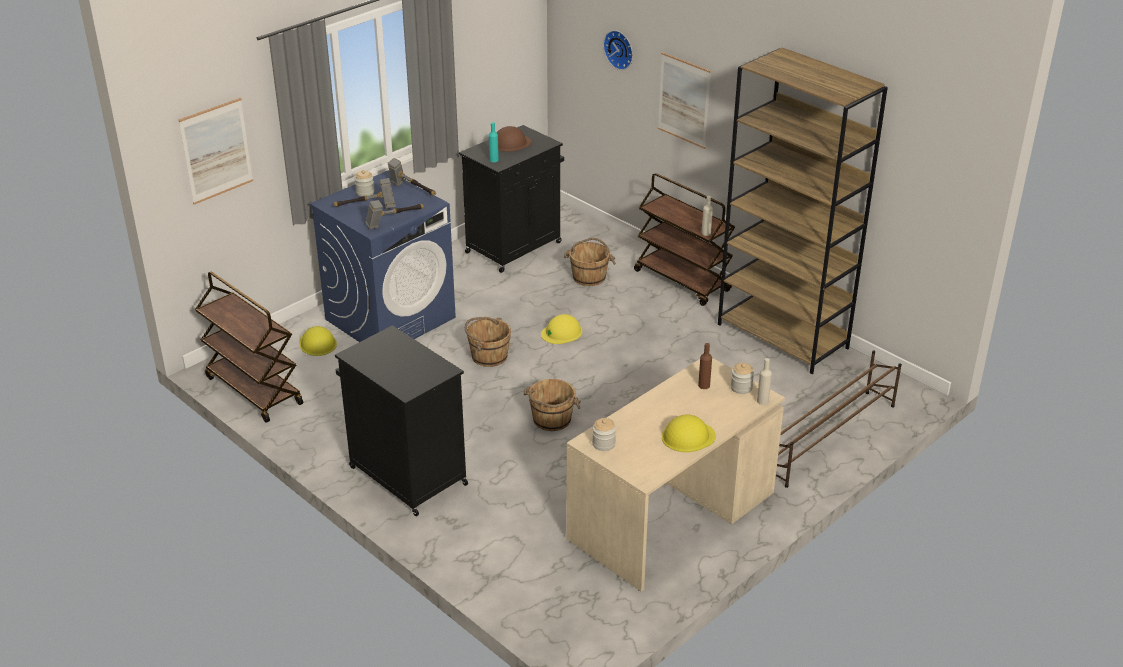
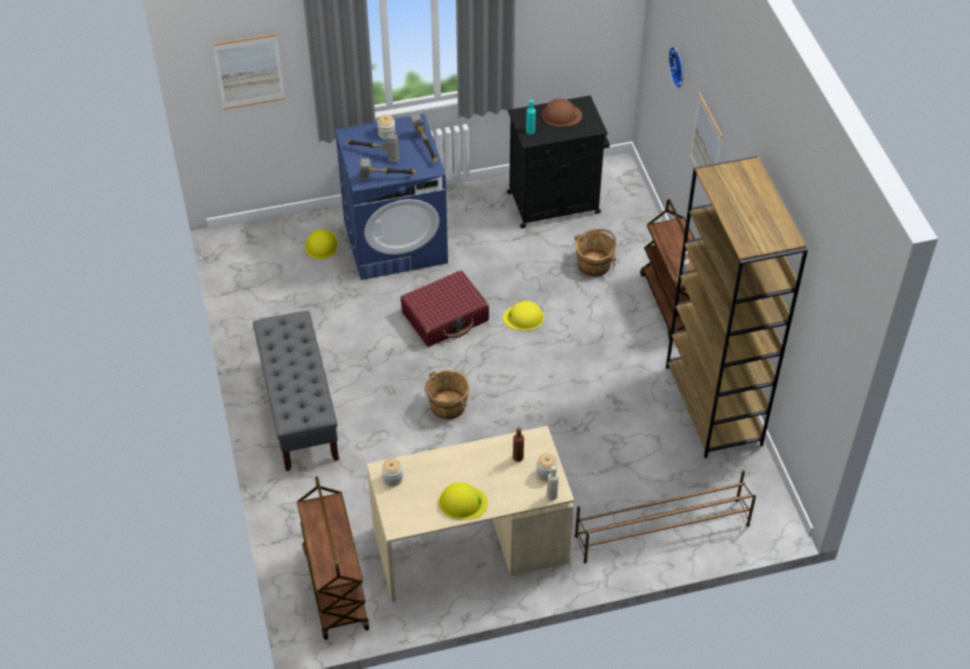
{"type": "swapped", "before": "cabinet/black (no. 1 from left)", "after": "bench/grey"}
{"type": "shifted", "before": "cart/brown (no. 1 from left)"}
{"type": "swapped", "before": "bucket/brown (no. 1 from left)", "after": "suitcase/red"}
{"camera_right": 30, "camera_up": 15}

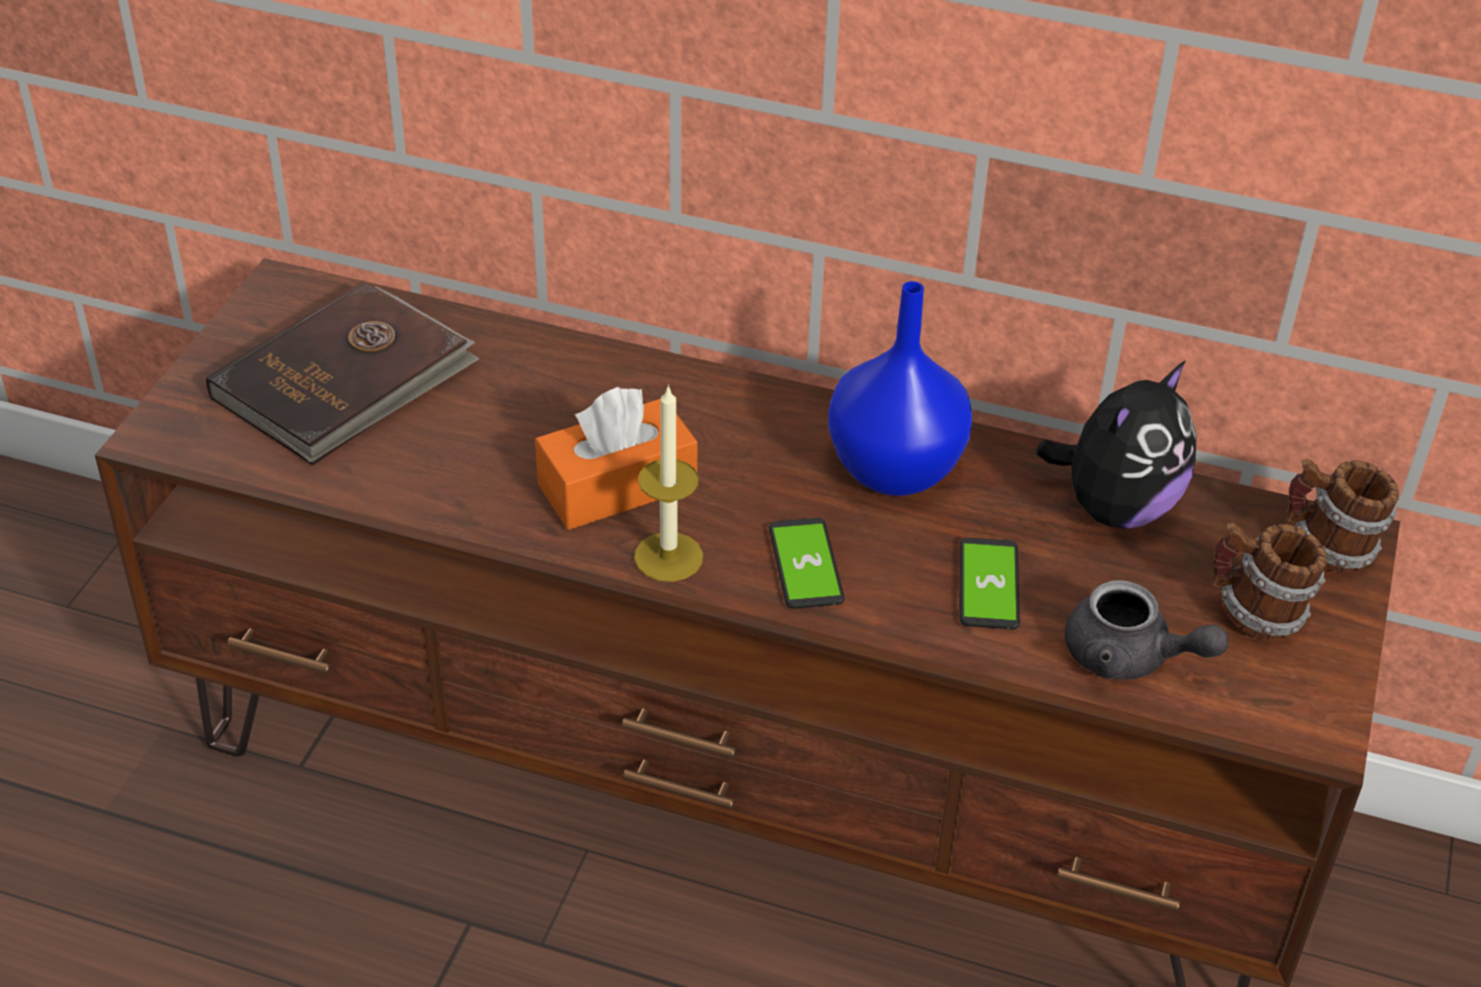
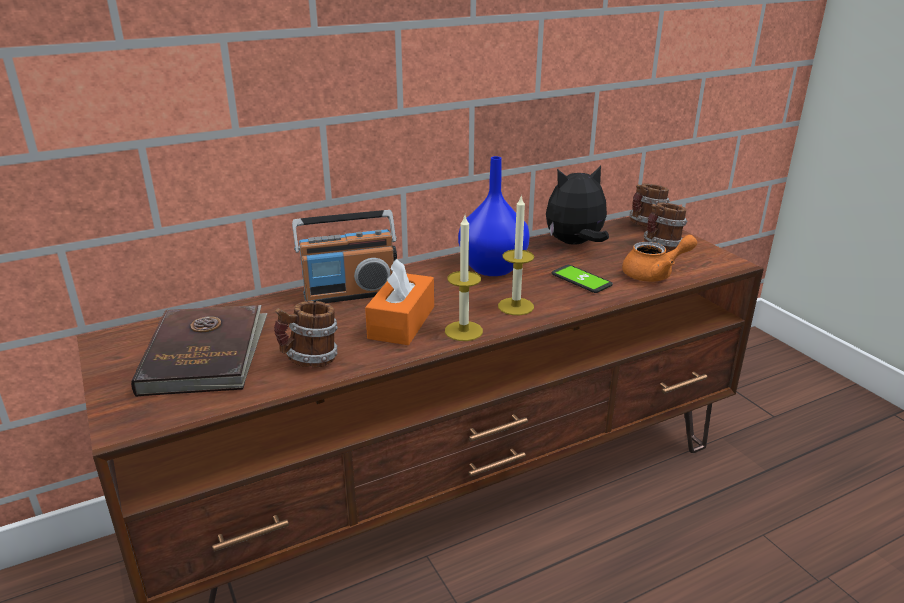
{"type": "new", "after": "mug (no. 1 from left)"}
{"type": "new", "after": "radio"}
{"type": "swapped", "before": "phone (no. 1 from left)", "after": "candle (no. 2 from left)"}
{"type": "rotated", "before": "plush toy", "turn": -105}
{"type": "repainted", "before": "teapot/grey", "after": "teapot/orange"}
{"camera_right": -45, "camera_up": -15}

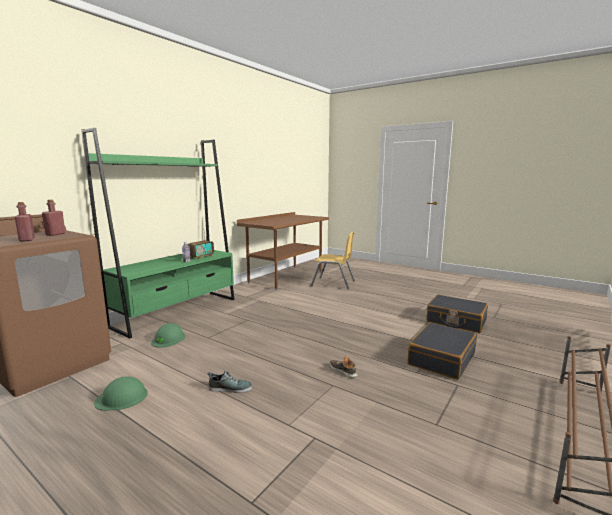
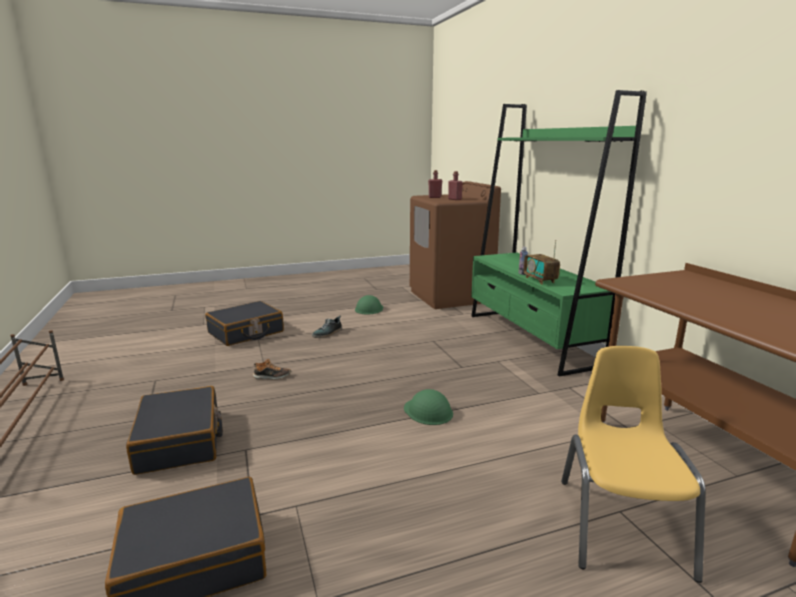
{"type": "new", "after": "suitcase/black (no. 3 from left)"}
{"type": "shifted", "before": "hard hat/green (no. 2 from left)"}
{"type": "rotated", "before": "chair/yellow", "turn": 135}
{"camera_right": 125, "camera_up": 5}

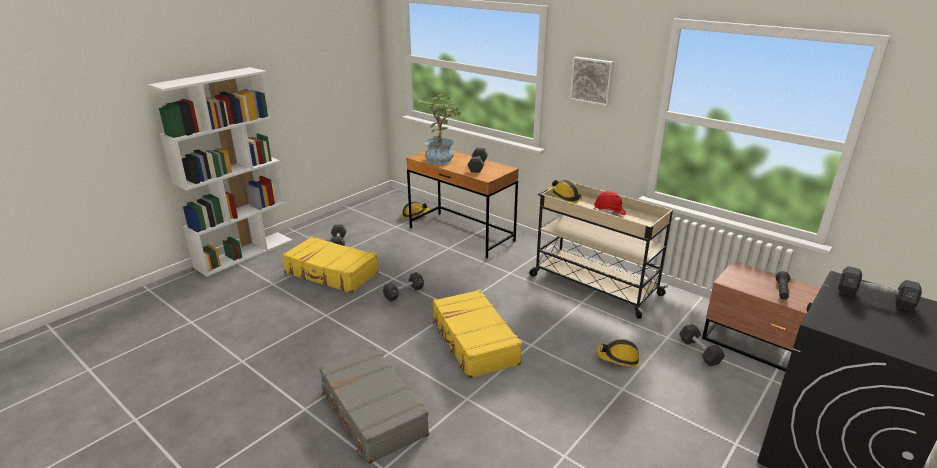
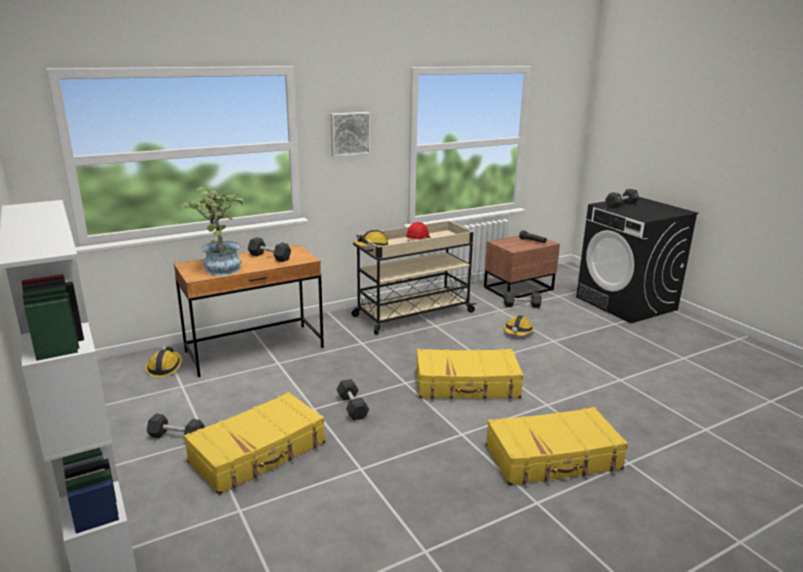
{"type": "repainted", "before": "suitcase/grey", "after": "suitcase/yellow (no. 3 from left)"}
{"camera_right": -70, "camera_up": -5}

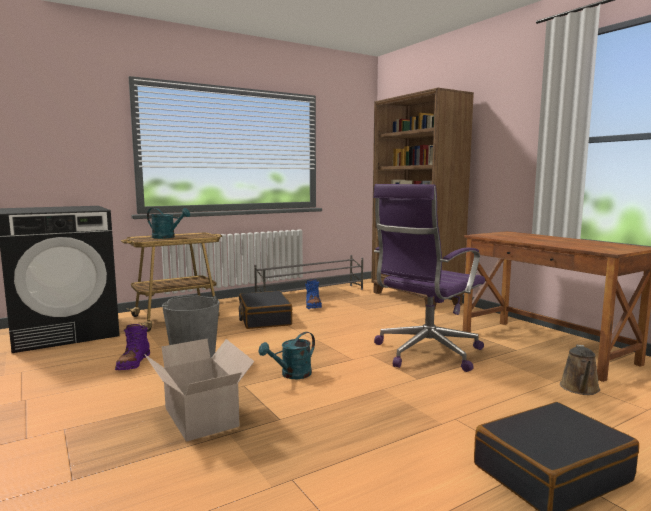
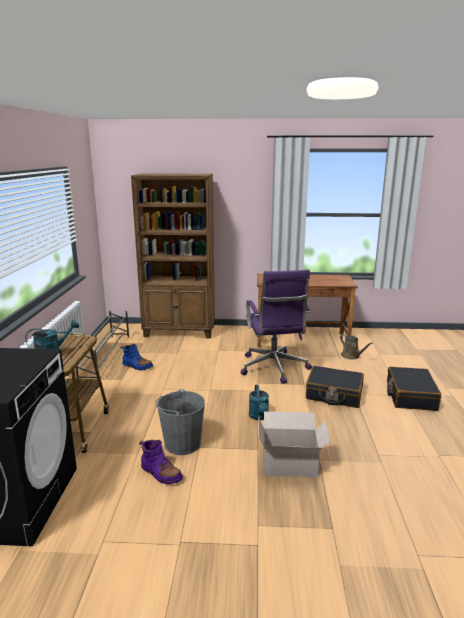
{"type": "shifted", "before": "suitcase/black (no. 1 from left)"}
{"camera_right": -55, "camera_up": 10}

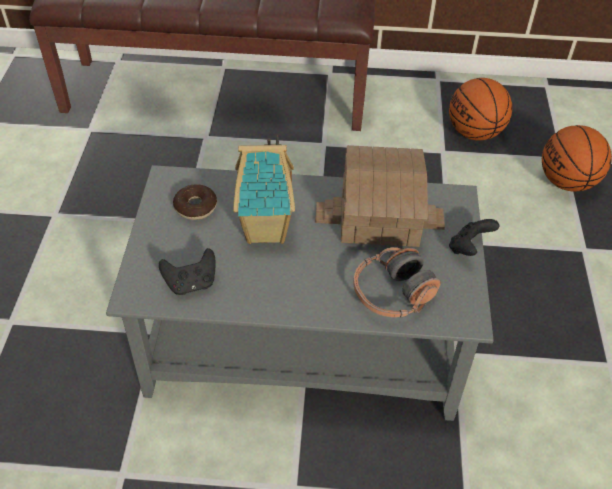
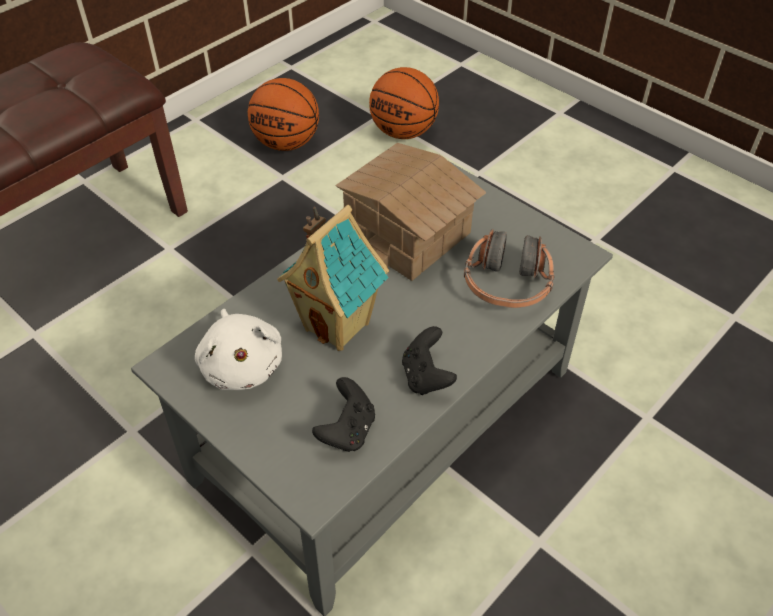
{"type": "swapped", "before": "donut", "after": "plush toy/white"}
{"type": "shifted", "before": "game controller/black (no. 2 from left)"}
{"camera_right": -50, "camera_up": 0}

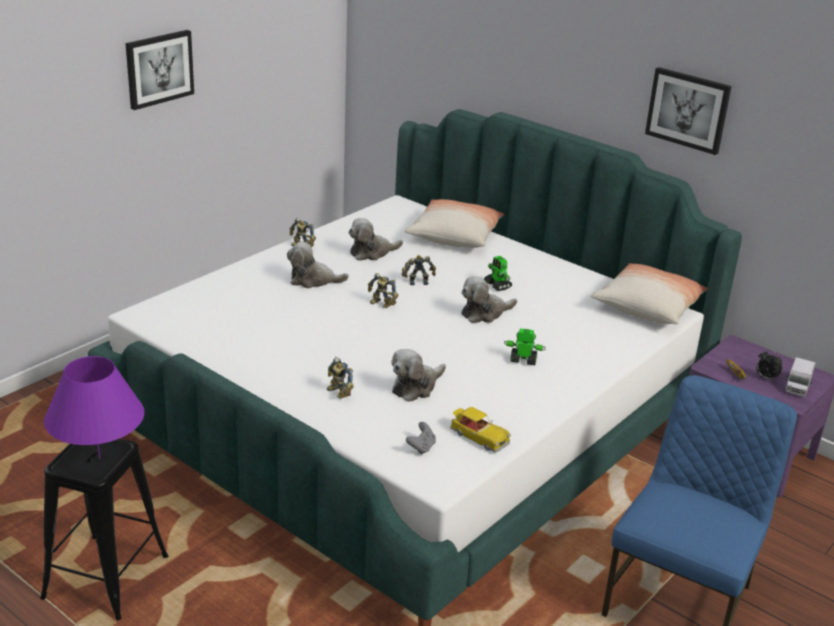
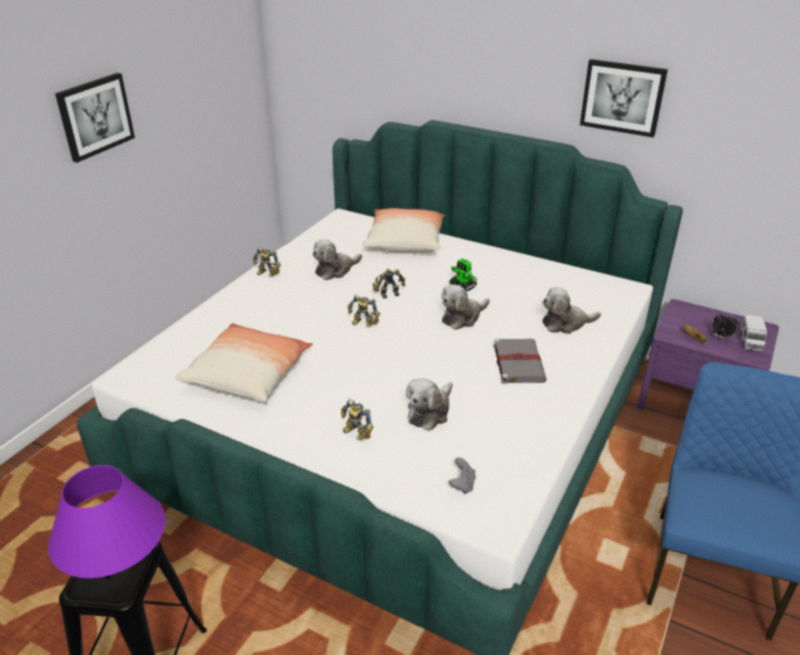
{"type": "shifted", "before": "pillow (no. 2 from left in the first image)", "after": "pillow (no. 1 from left)"}
{"type": "swapped", "before": "toy robot (no. 6 from left)", "after": "book/grey"}
{"type": "shifted", "before": "plush toy (no. 1 from left in the first image)", "after": "plush toy (no. 4 from left)"}
{"type": "gone", "before": "toy car"}
{"camera_right": -10, "camera_up": 5}

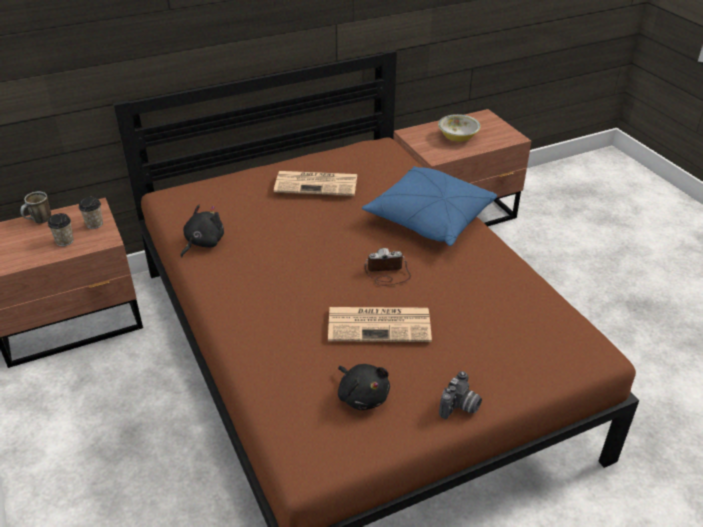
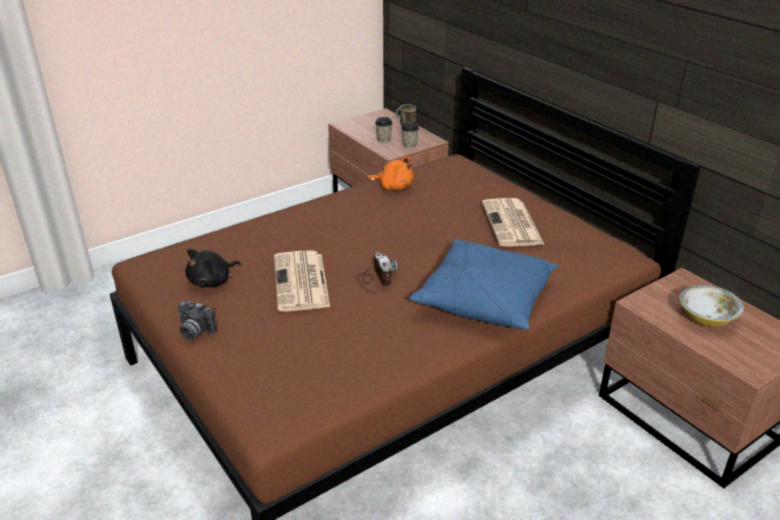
{"type": "repainted", "before": "plush toy/black (no. 1 from left)", "after": "plush toy/orange"}
{"camera_right": 80, "camera_up": -5}

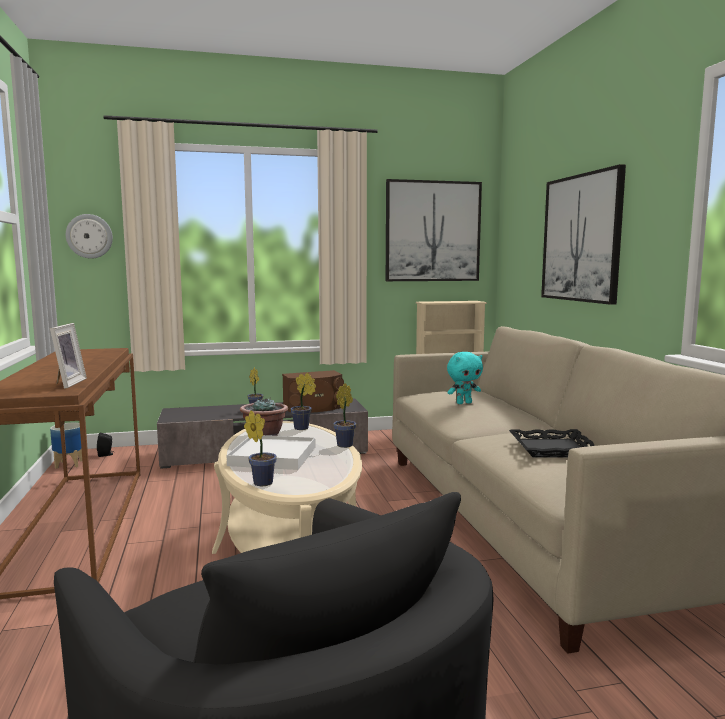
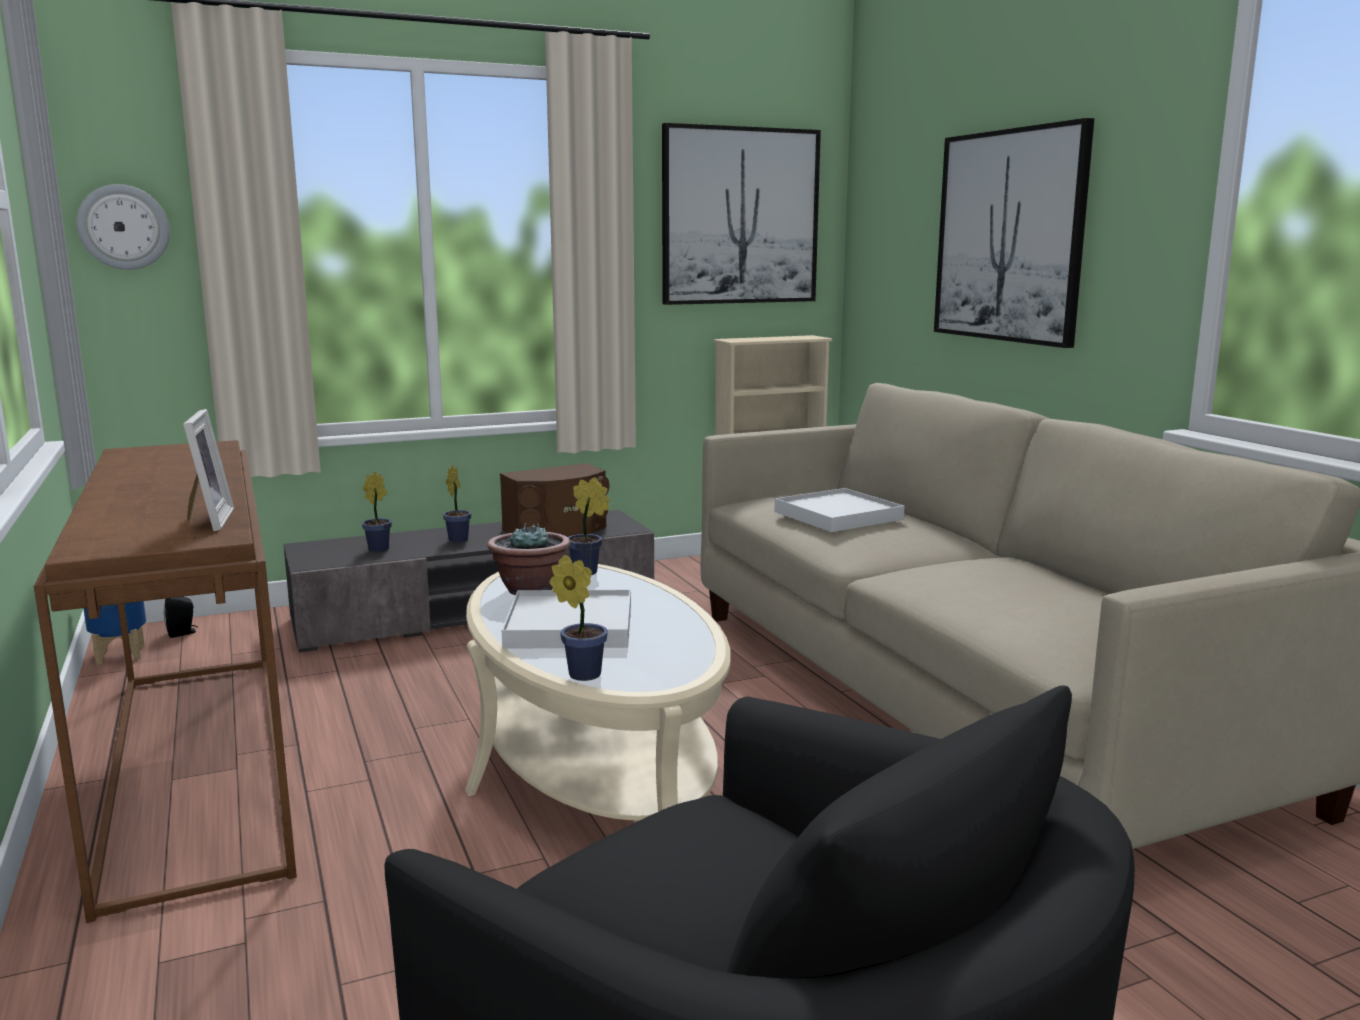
{"type": "shifted", "before": "potted plant (no. 5 from left in the first image)", "after": "potted plant (no. 1 from left)"}
{"type": "swapped", "before": "plush toy/turquoise", "after": "tray/white (no. 2 from left)"}
{"type": "gone", "before": "tray/black"}
{"camera_right": -10, "camera_up": 5}

